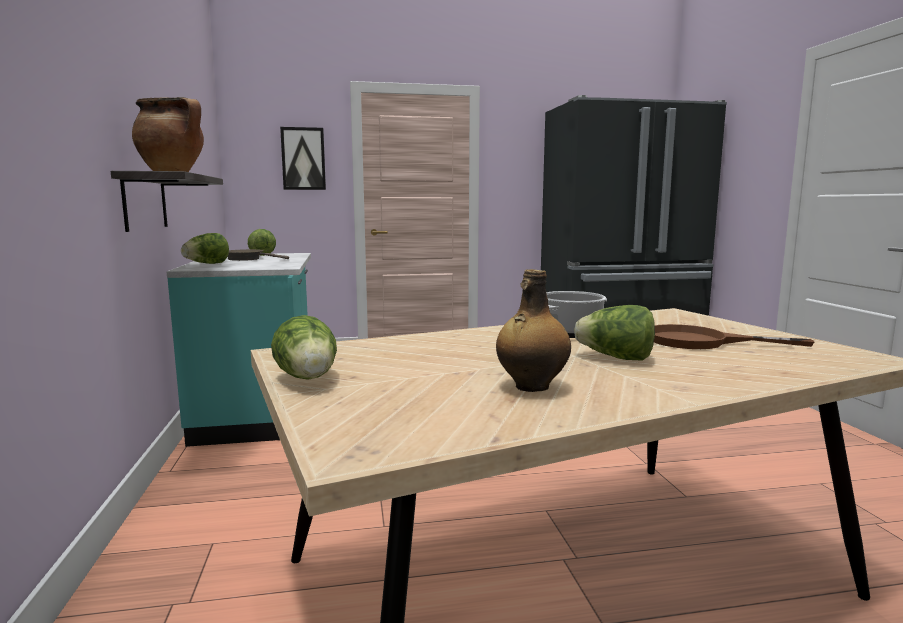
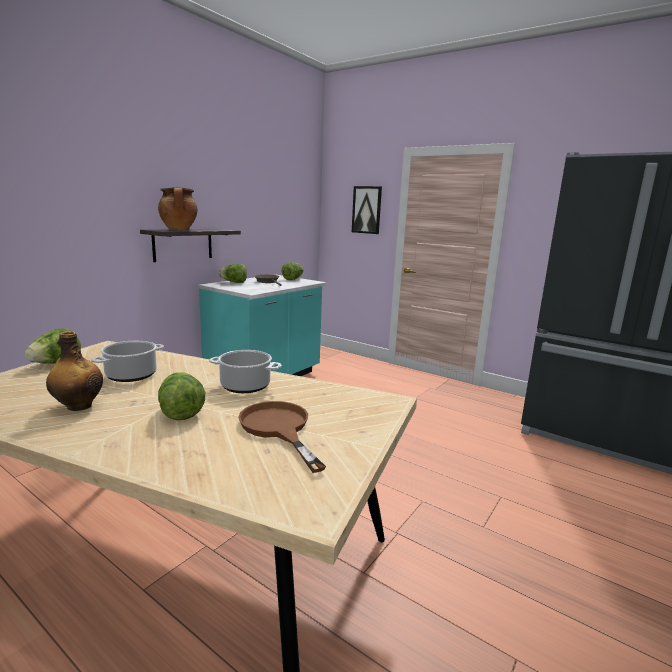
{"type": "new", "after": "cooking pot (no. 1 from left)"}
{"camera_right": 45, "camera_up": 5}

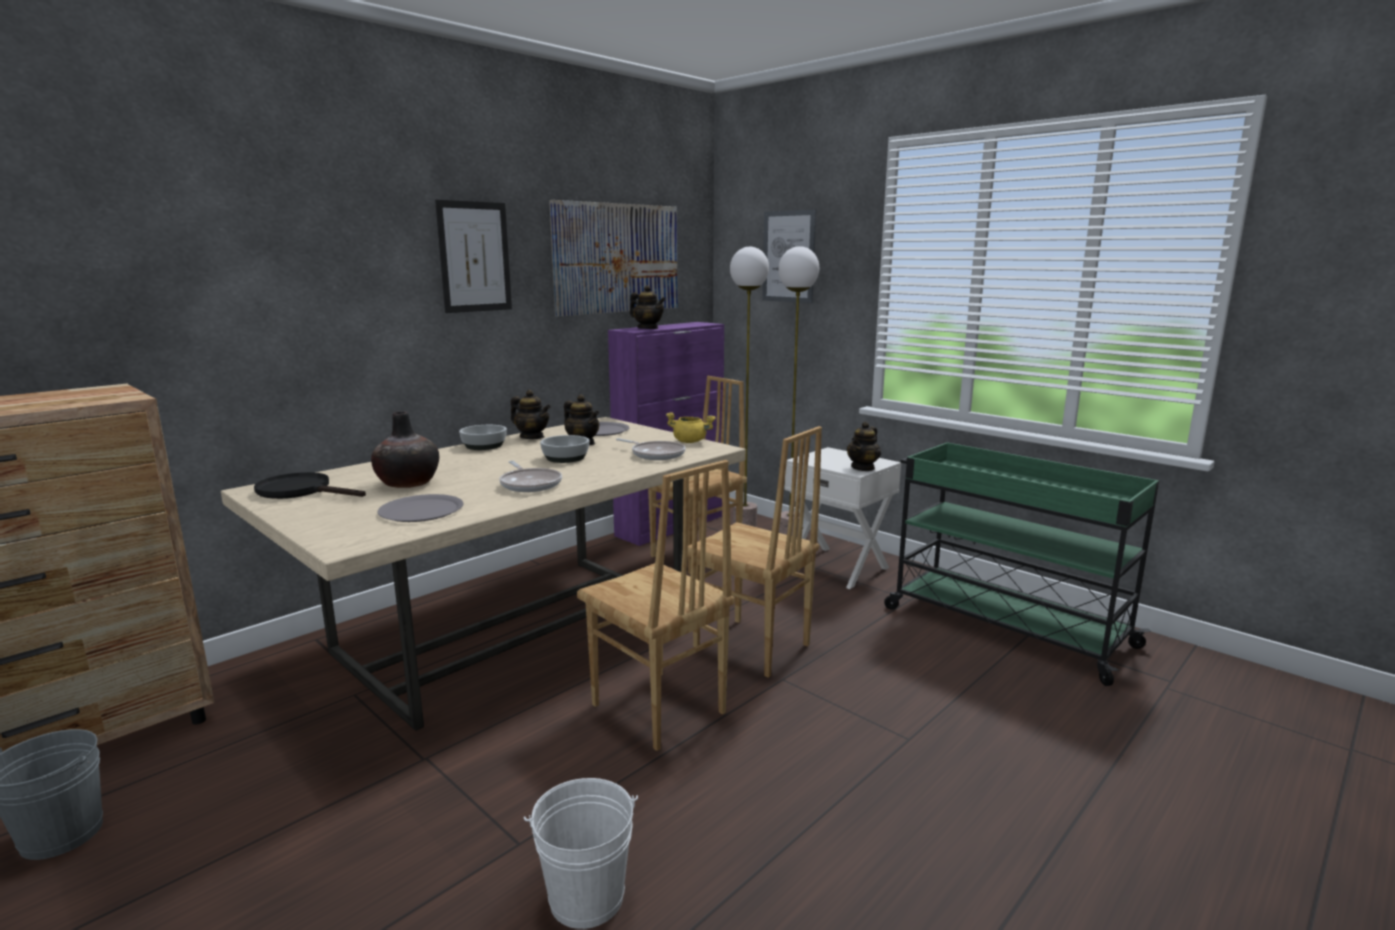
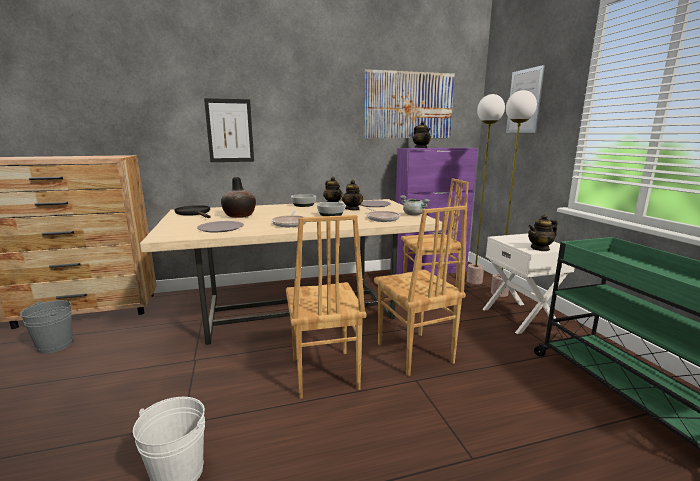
{"type": "shifted", "before": "picture (no. 1 from left)"}
{"type": "repainted", "before": "cooking pot/yellow", "after": "cooking pot/grey"}
{"camera_right": 30, "camera_up": 0}

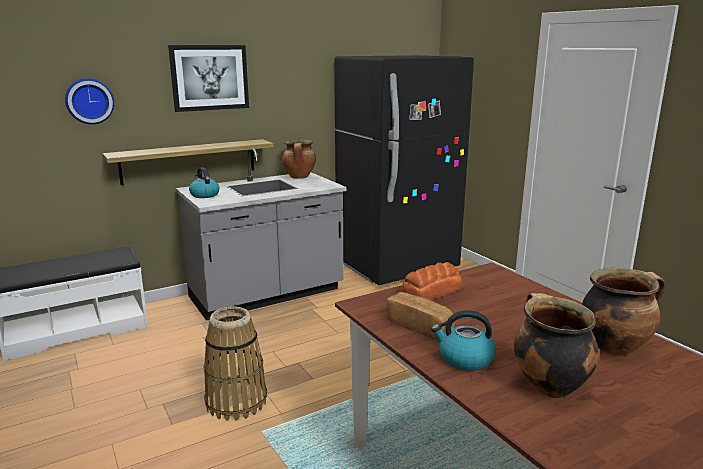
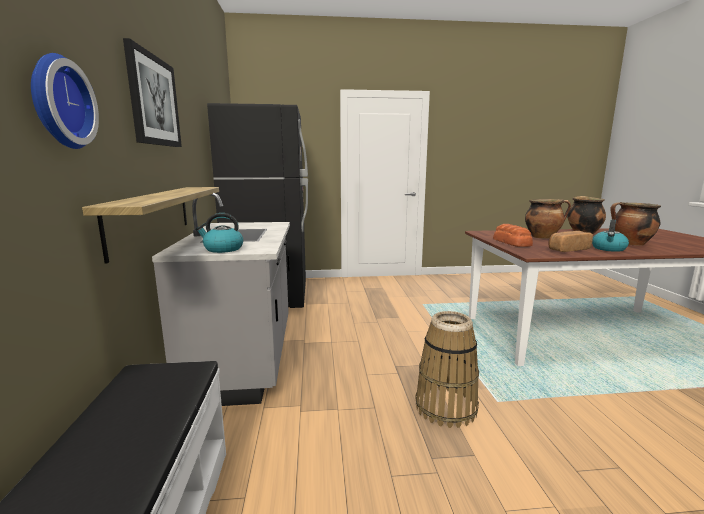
{"type": "shifted", "before": "cooking pot (no. 1 from left)"}
{"camera_right": -65, "camera_up": -5}

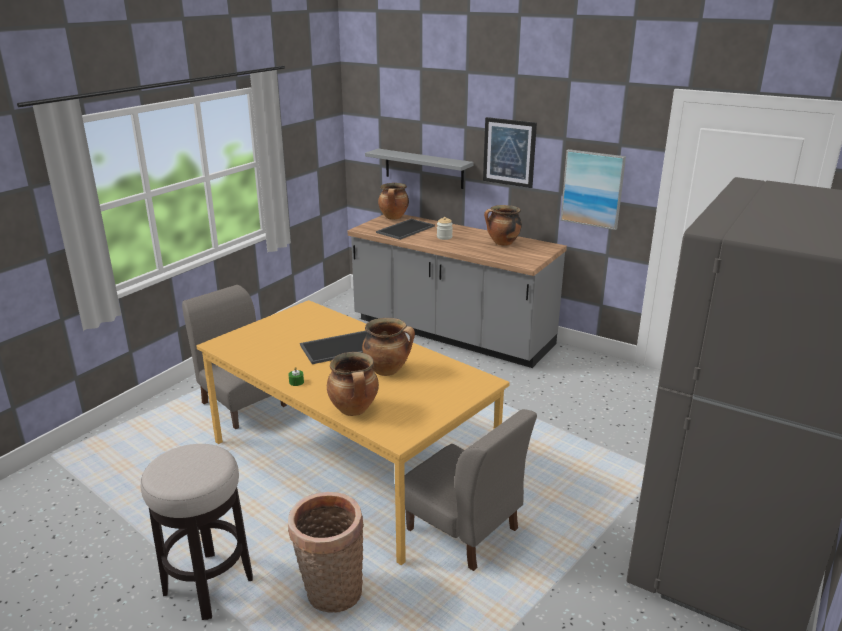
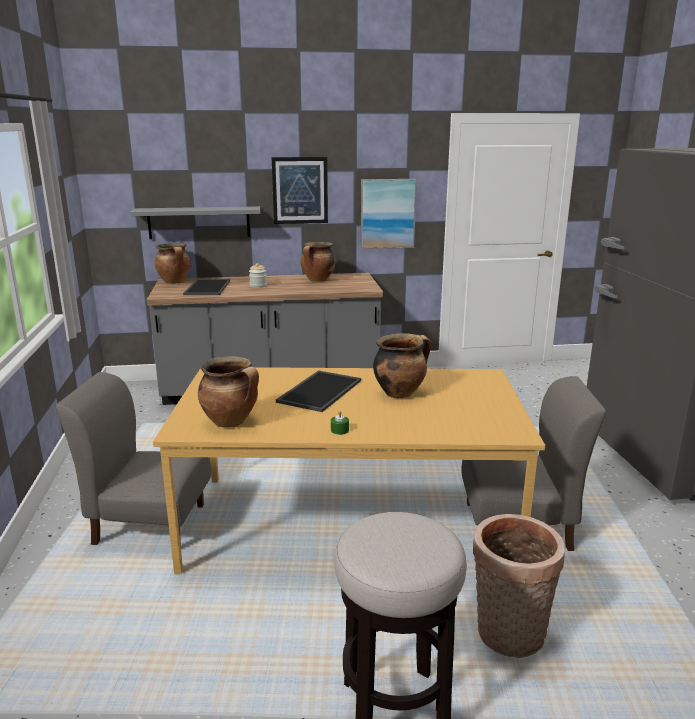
{"type": "shifted", "before": "cooking pot (no. 1 from left in the first image)", "after": "cooking pot (no. 2 from left)"}
{"camera_right": -40, "camera_up": -5}

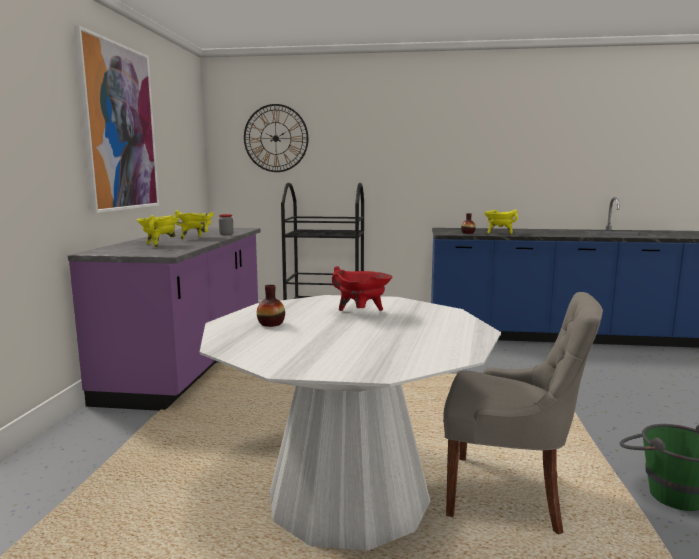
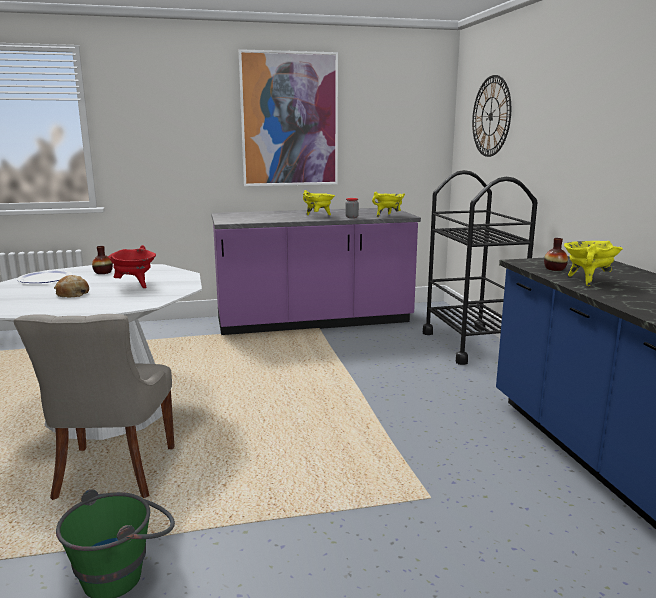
{"type": "new", "after": "plate"}
{"type": "new", "after": "bread"}
{"type": "shifted", "before": "cooking pot/yellow (no. 1 from left in the first image)", "after": "cooking pot/yellow (no. 2 from left)"}
{"camera_right": 70, "camera_up": 5}

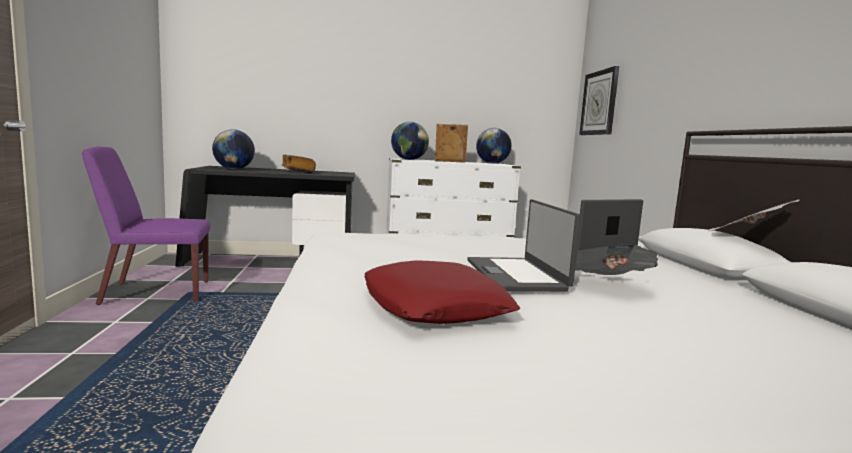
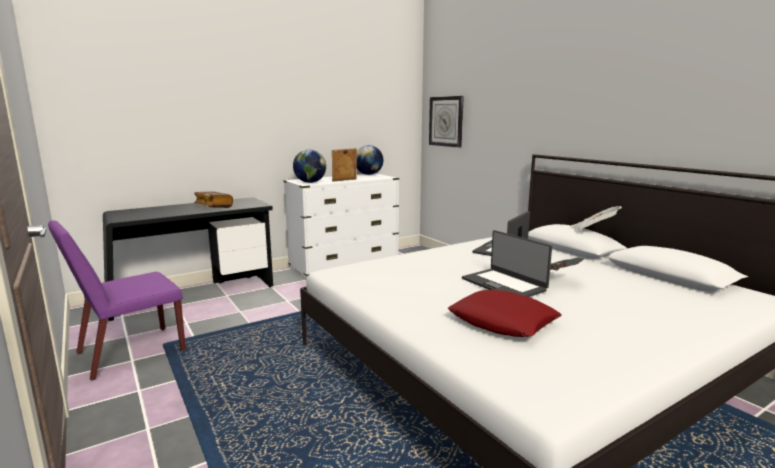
{"type": "gone", "before": "globe (no. 1 from left)"}
{"camera_right": -25, "camera_up": 5}

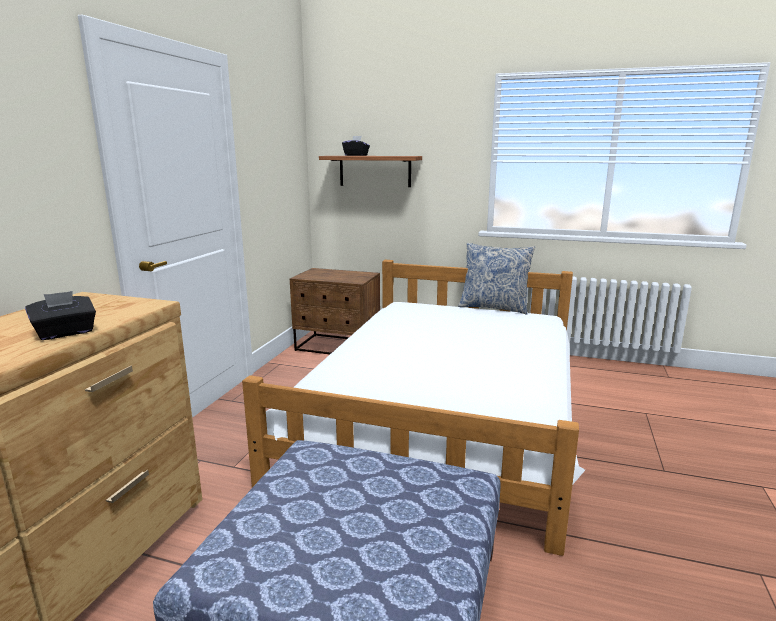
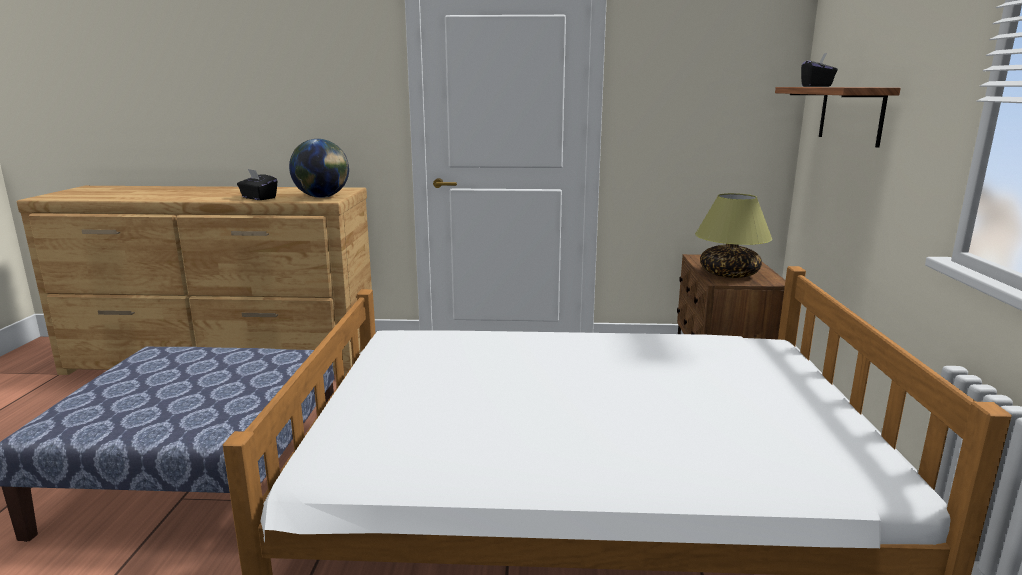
{"type": "new", "after": "globe"}
{"type": "new", "after": "table lamp"}
{"type": "gone", "before": "pillow"}
{"camera_right": 75, "camera_up": 0}

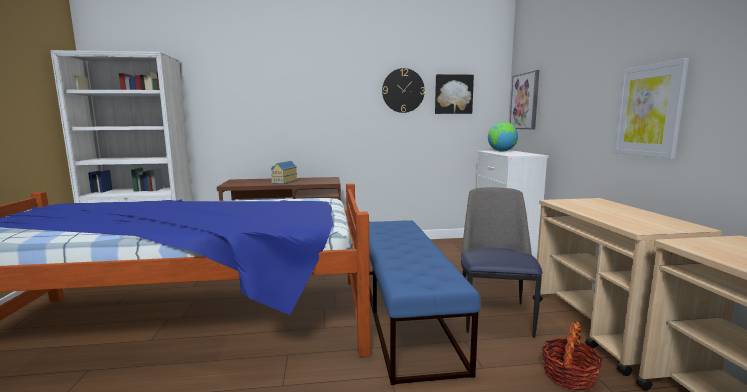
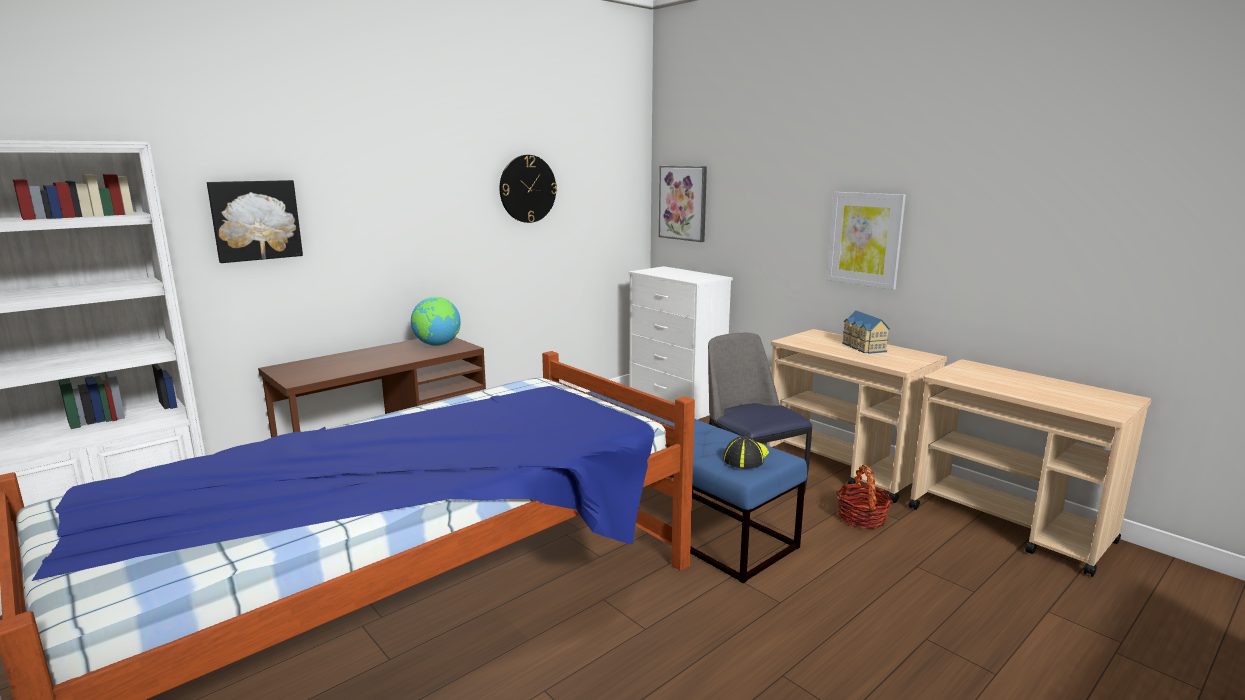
{"type": "shifted", "before": "picture (no. 1 from left)"}
{"type": "shifted", "before": "globe"}
{"type": "new", "after": "cap"}
{"type": "shifted", "before": "toy house"}
{"camera_right": -35, "camera_up": 5}

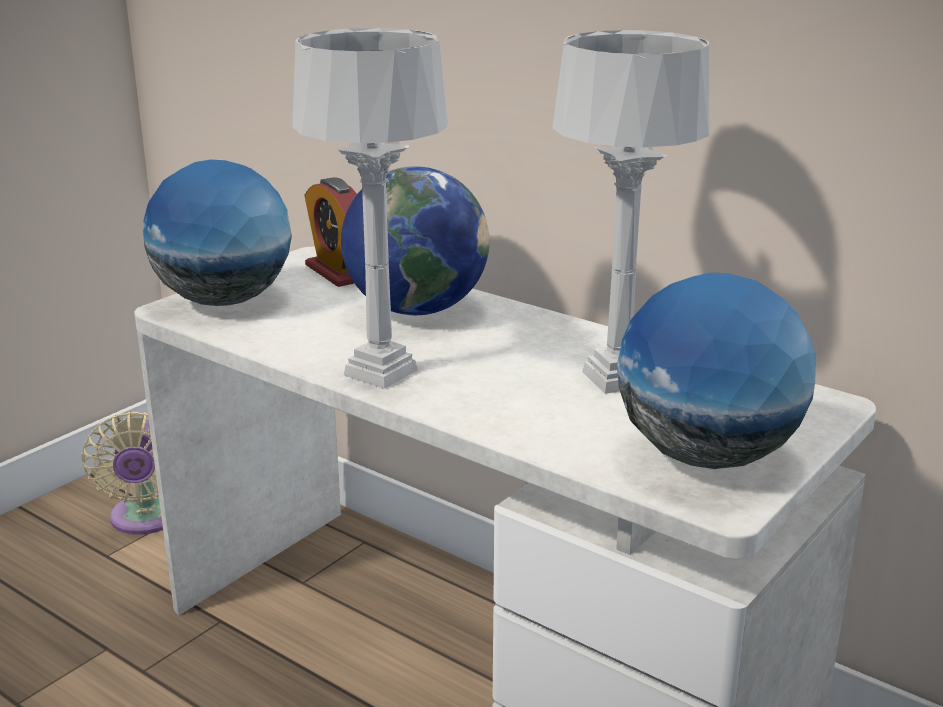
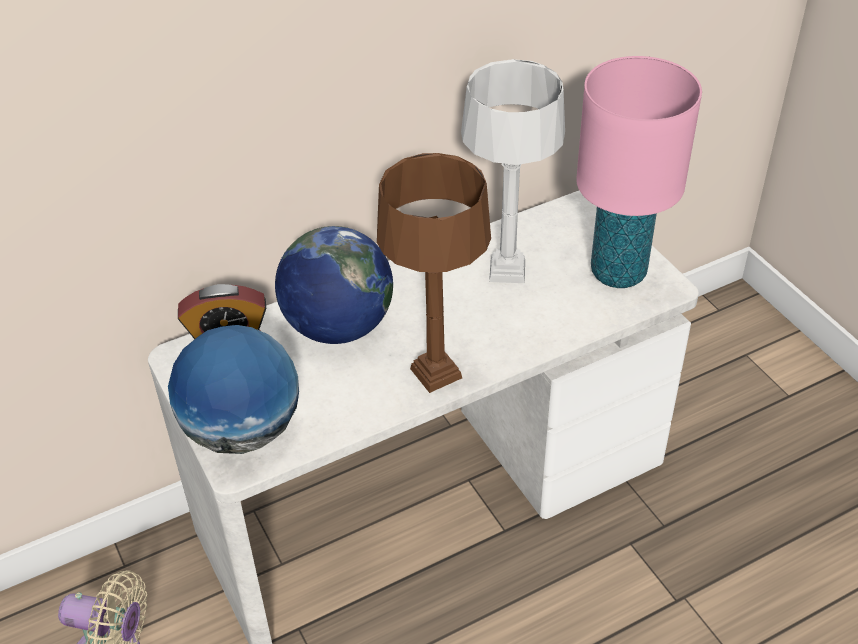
{"type": "repainted", "before": "table lamp/grey (no. 1 from left)", "after": "table lamp/brown"}
{"type": "swapped", "before": "globe (no. 3 from left)", "after": "table lamp/pink"}
{"camera_right": -65, "camera_up": 20}

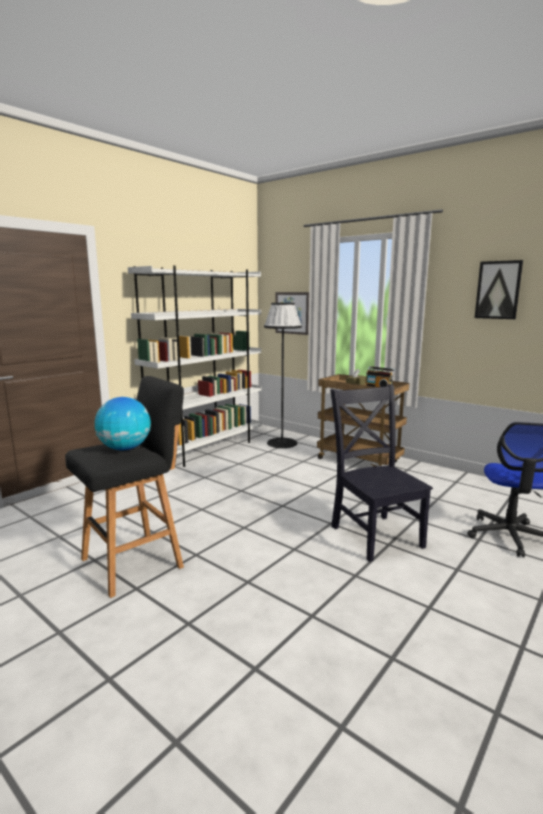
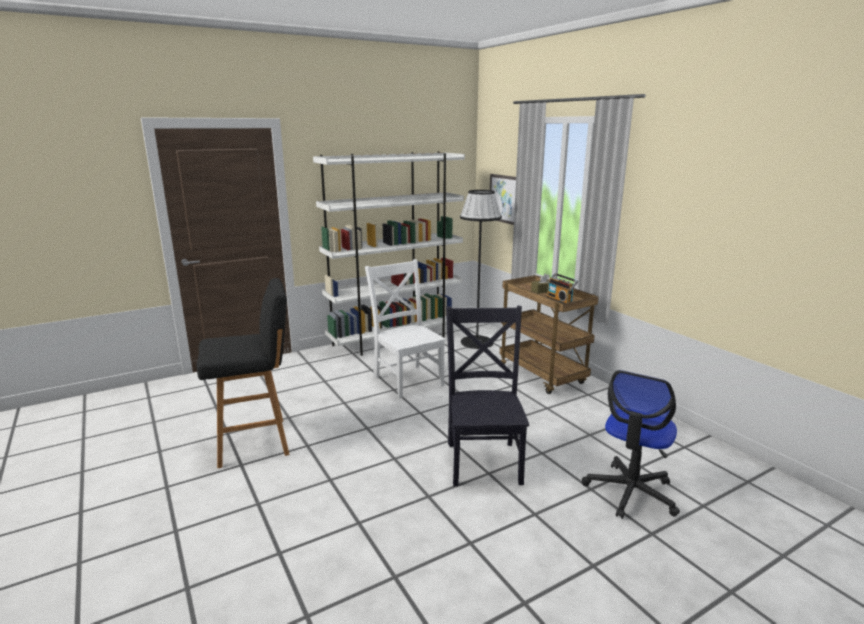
{"type": "new", "after": "chair/white"}
{"type": "gone", "before": "globe"}
{"type": "gone", "before": "picture (no. 2 from left)"}
{"camera_right": 20, "camera_up": 5}

